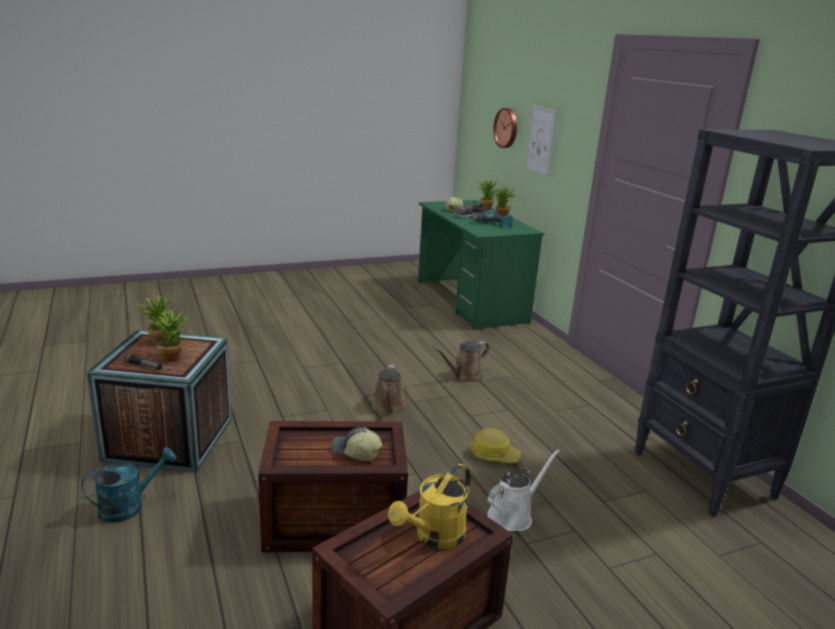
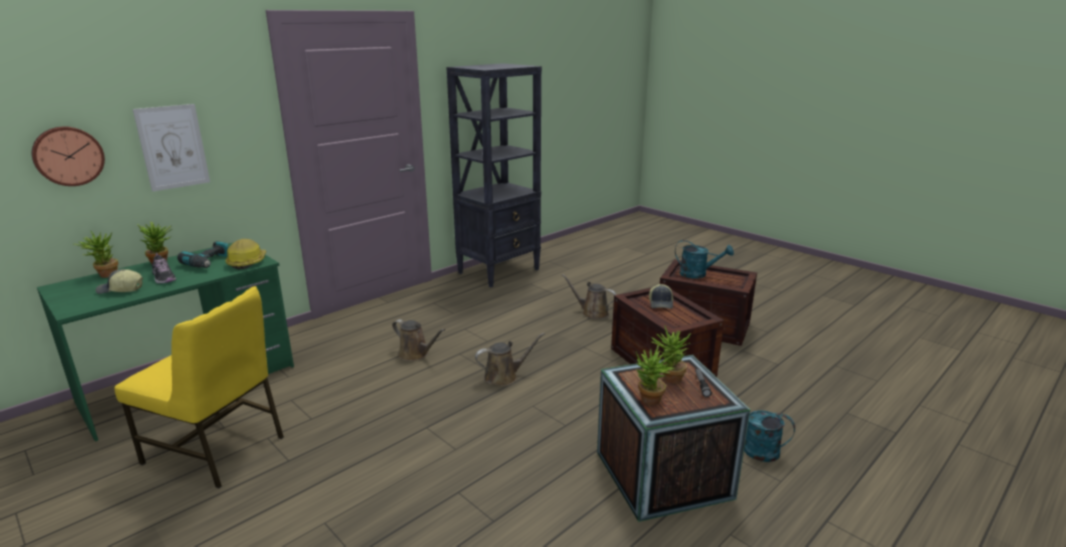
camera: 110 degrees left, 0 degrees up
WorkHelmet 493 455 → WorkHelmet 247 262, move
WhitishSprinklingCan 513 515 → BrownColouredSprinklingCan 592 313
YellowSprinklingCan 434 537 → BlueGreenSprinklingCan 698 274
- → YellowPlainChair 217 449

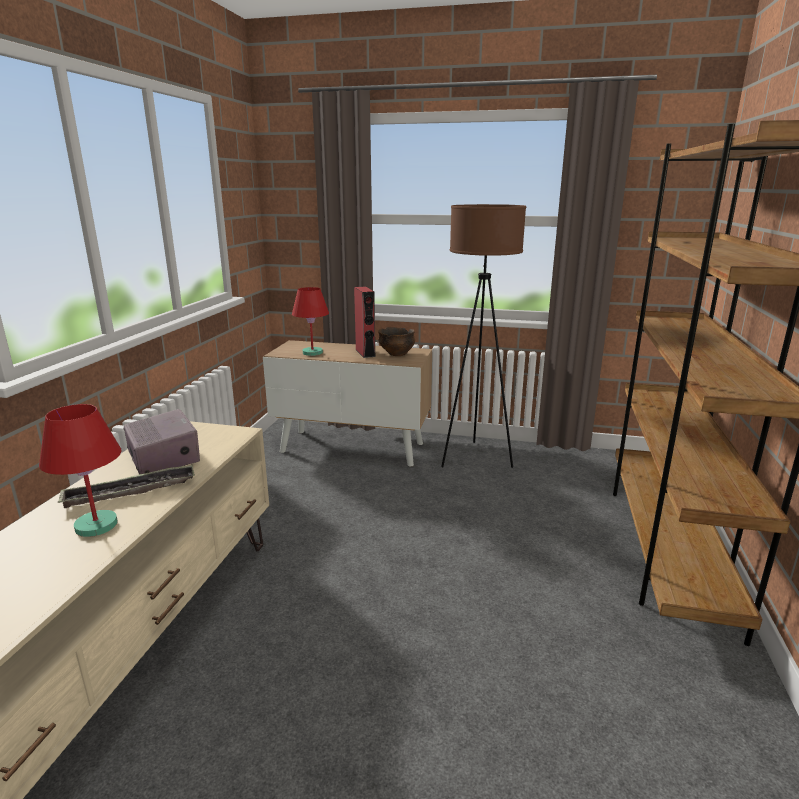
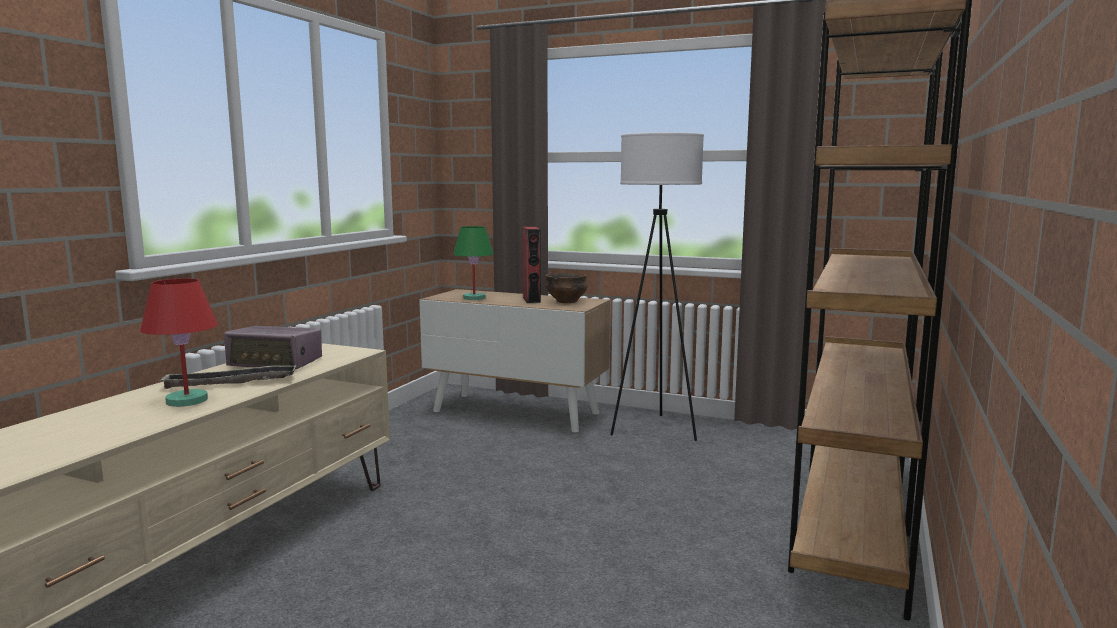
camera: 10 degrees right, 10 degrees down
BrownColouredStandardLamp 475 458 → WhitishStandardLamp 654 430
ReddishTabletopLamp 313 352 → GreenishTabletopLamp 474 298
RadioSet 164 457 → RadioSet 276 364, 120 degrees clockwise

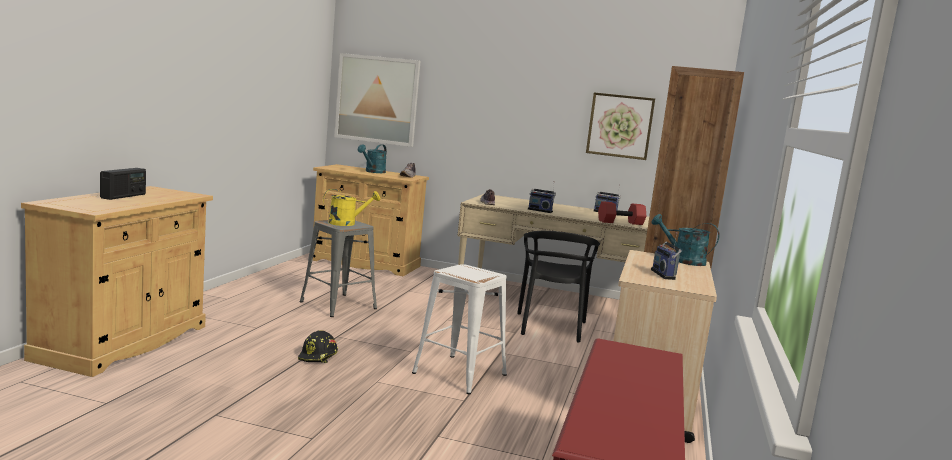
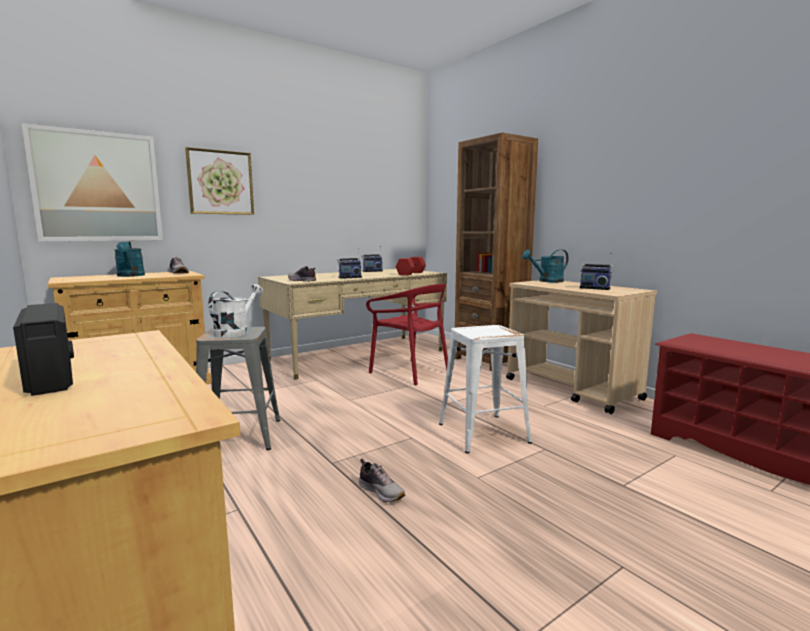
camera: 50 degrees left, 0 degrees up
Picture 620 126 → Picture 220 182, move
YellowSprinklingCan 347 223 → WhitishSprinklingCan 235 332
BlackishPlainChair 550 327 → ReddishPlainChair 410 372
BlackishWorkHelmet 318 356 → Shoe 381 492

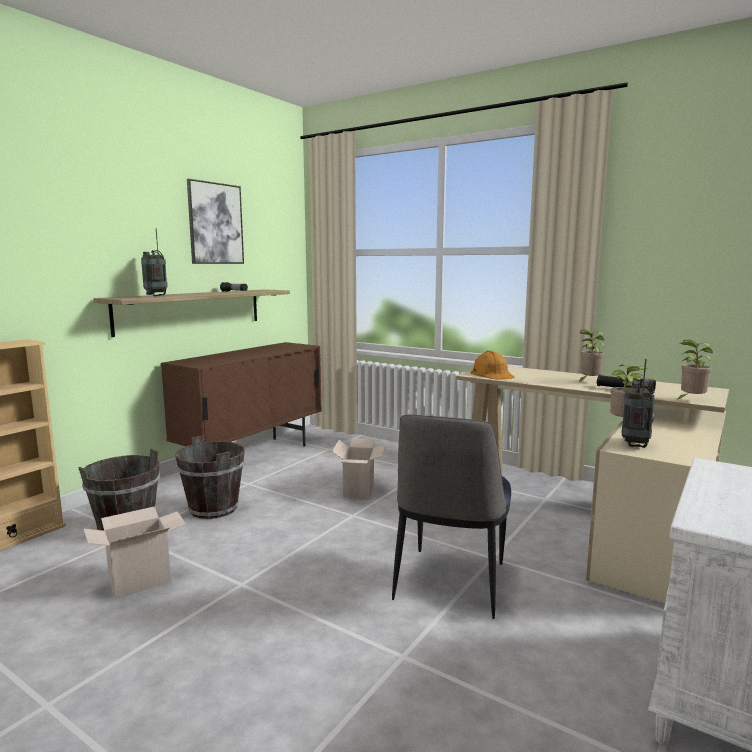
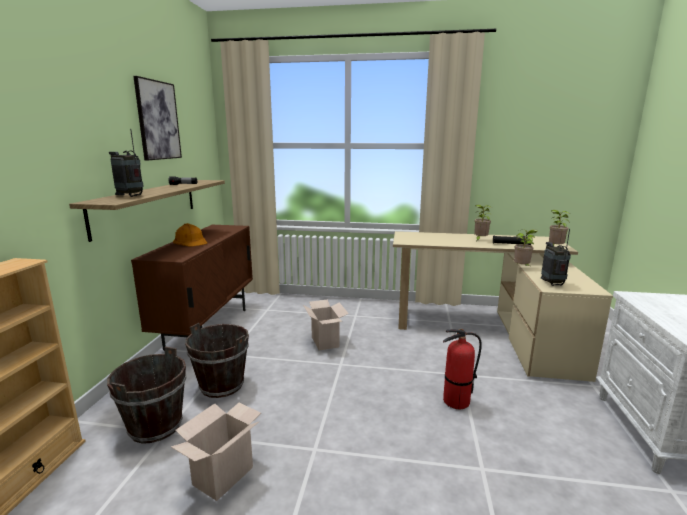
camera: 25 degrees left, 5 degrees up
OrangeyWorkHelmet 492 374 → OrangeyWorkHelmet 191 241, move
PlainChair 450 583 → FireFightingCylinder 456 402

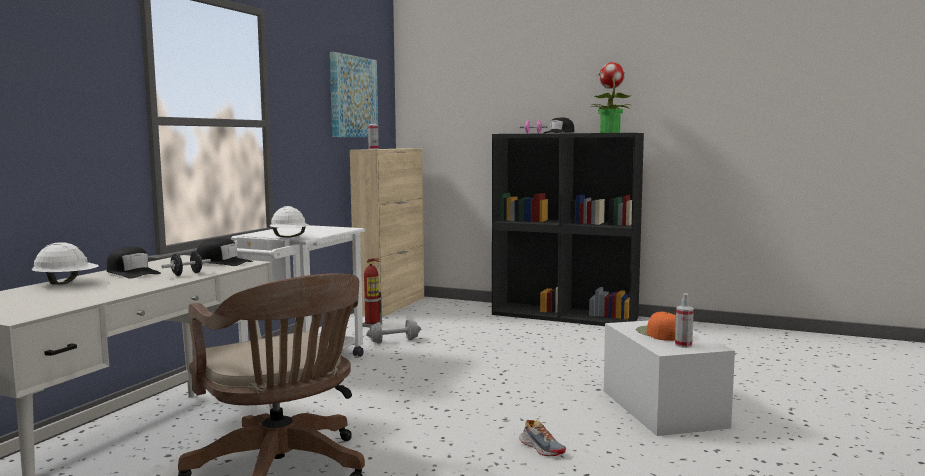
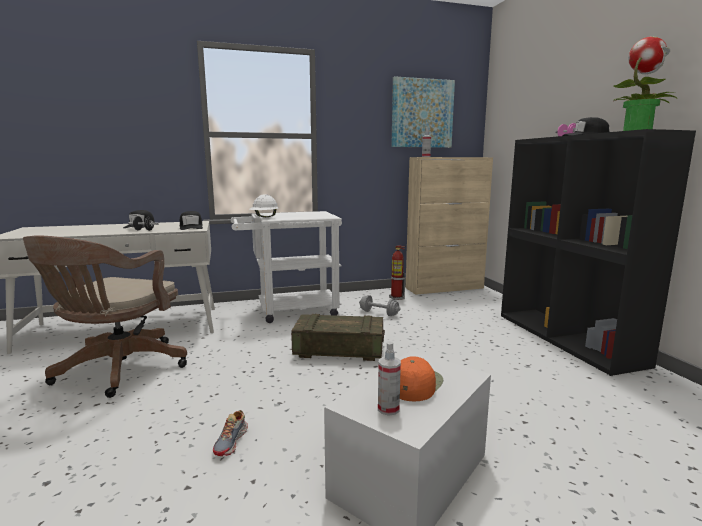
camera: 50 degrees right, 5 degrees up
WhitishWorkHelmet 67 283 → -
- → Crate 339 350

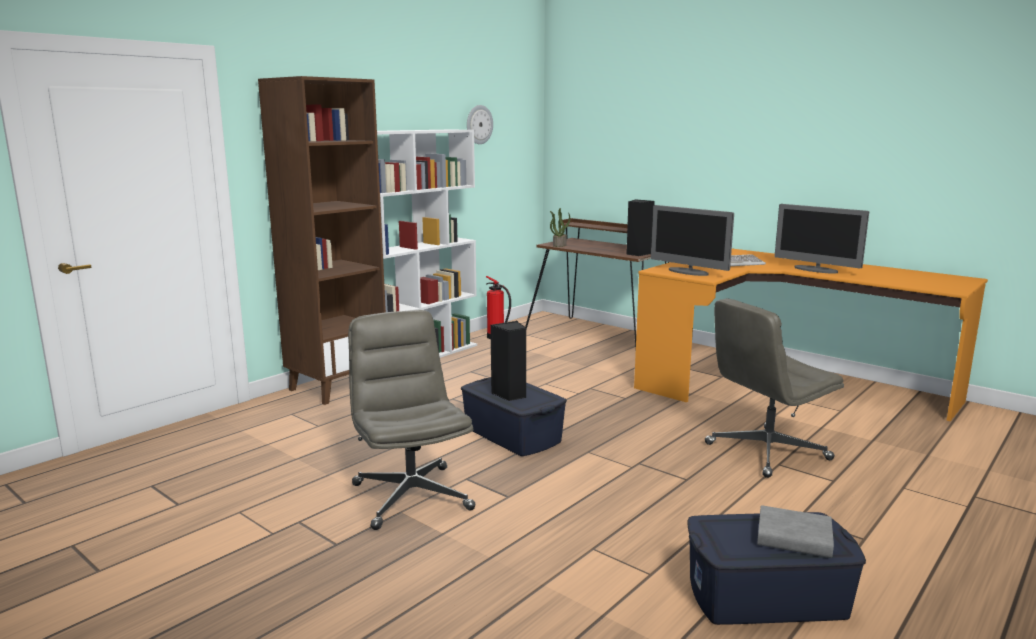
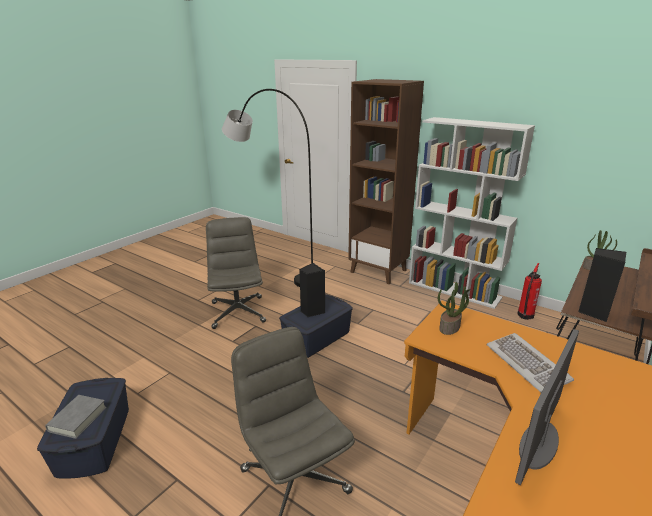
camera: 85 degrees right, 10 degrees up
HangingClock 479 124 → -
ComputerDisplay 688 272 → PottedPlant 450 328
GrayOfficeChair 411 496 → GrayOfficeChair 238 312, 75 degrees counterclockwise
- → GrayStandardLamp 273 267

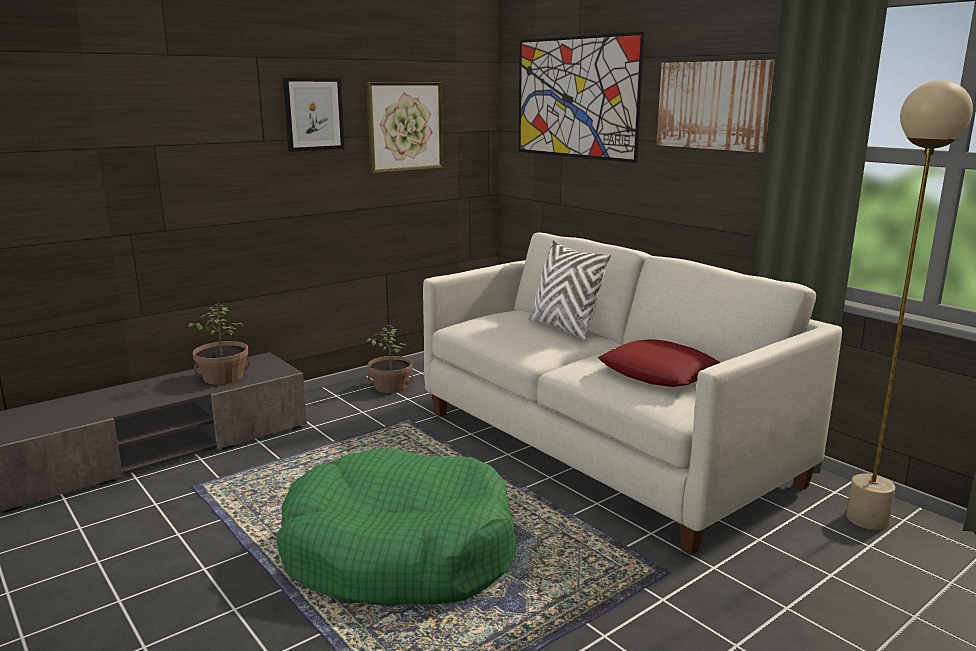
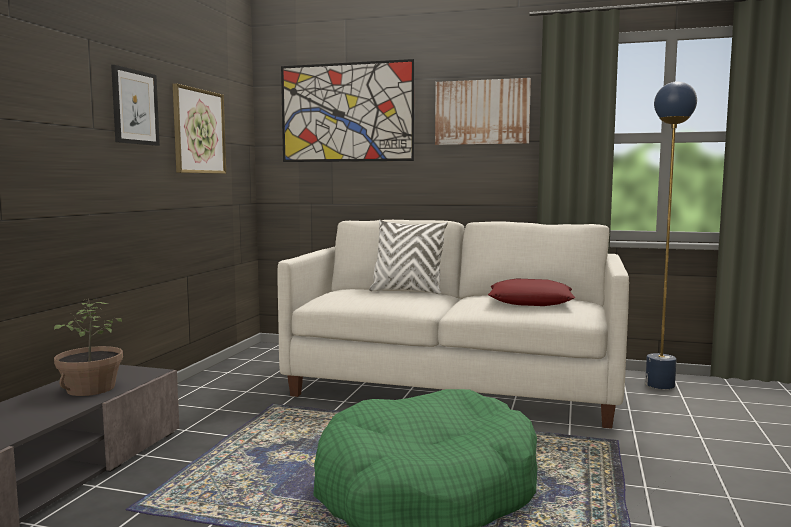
camera: 35 degrees left, 10 degrees down
SandColouredStandardLamp 867 519 → BlueColouredStandardLamp 660 385
PottedPlant 391 387 → -

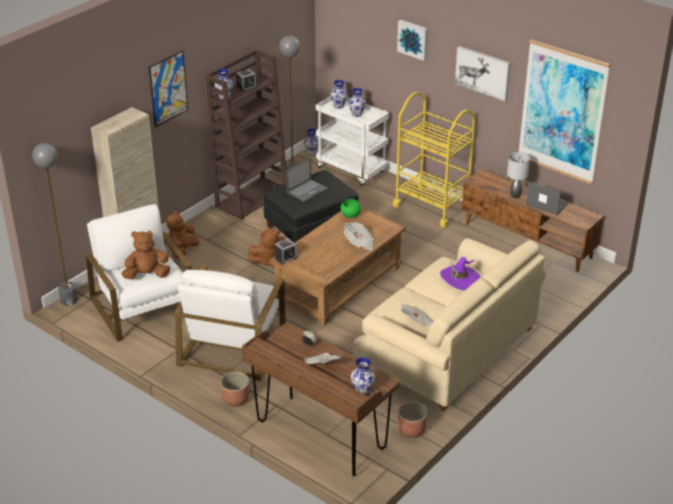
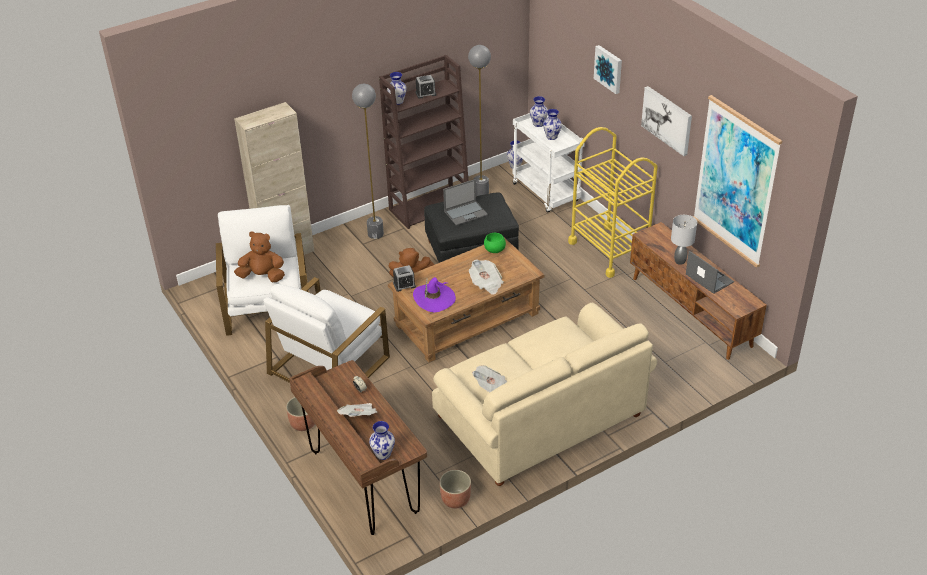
camera: 20 degrees right, 5 degrees up
Picture 168 89 → -
GrayStandardLamp 69 300 → GrayStandardLamp 375 234, move
BrownColouredSoftToy 183 251 → -
PurplishWearableHat 460 279 → PurplishWearableHat 434 298, move

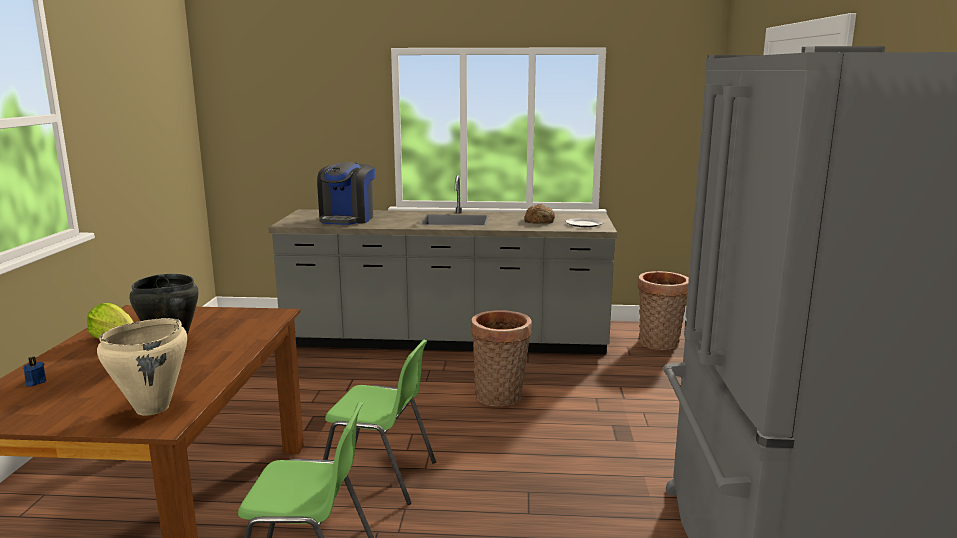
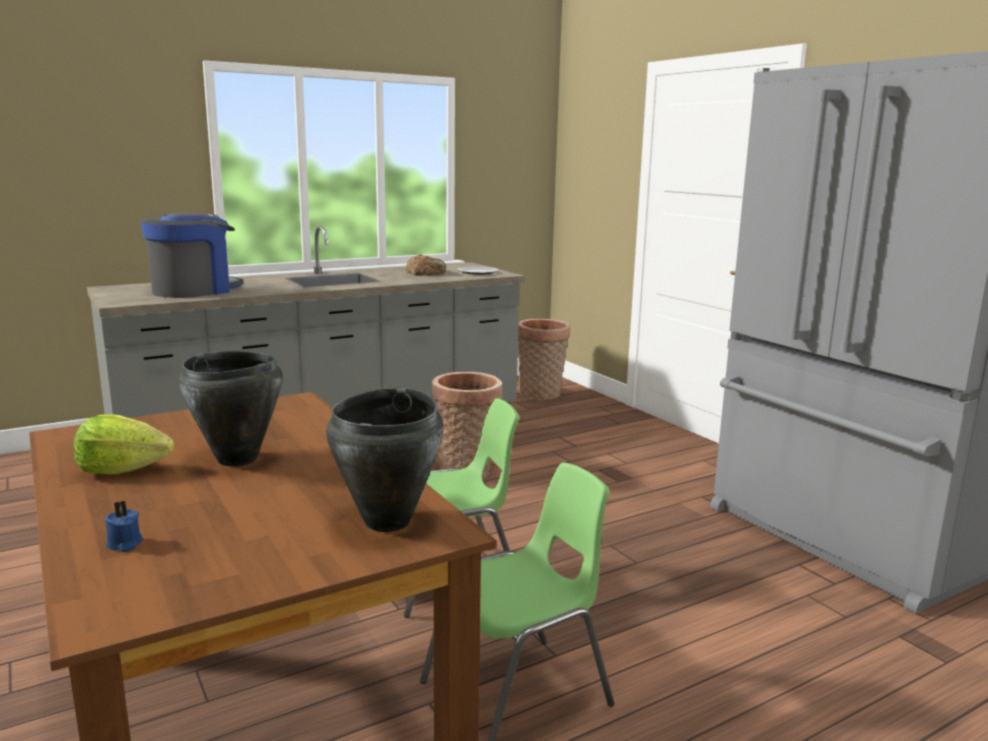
camera: 35 degrees left, 0 degrees up
CoffeeMachine 347 219 → CoffeeMachine 194 290, 120 degrees counterclockwise
SandColouredSaucepot 153 408 → BlackishSaucepot 388 521

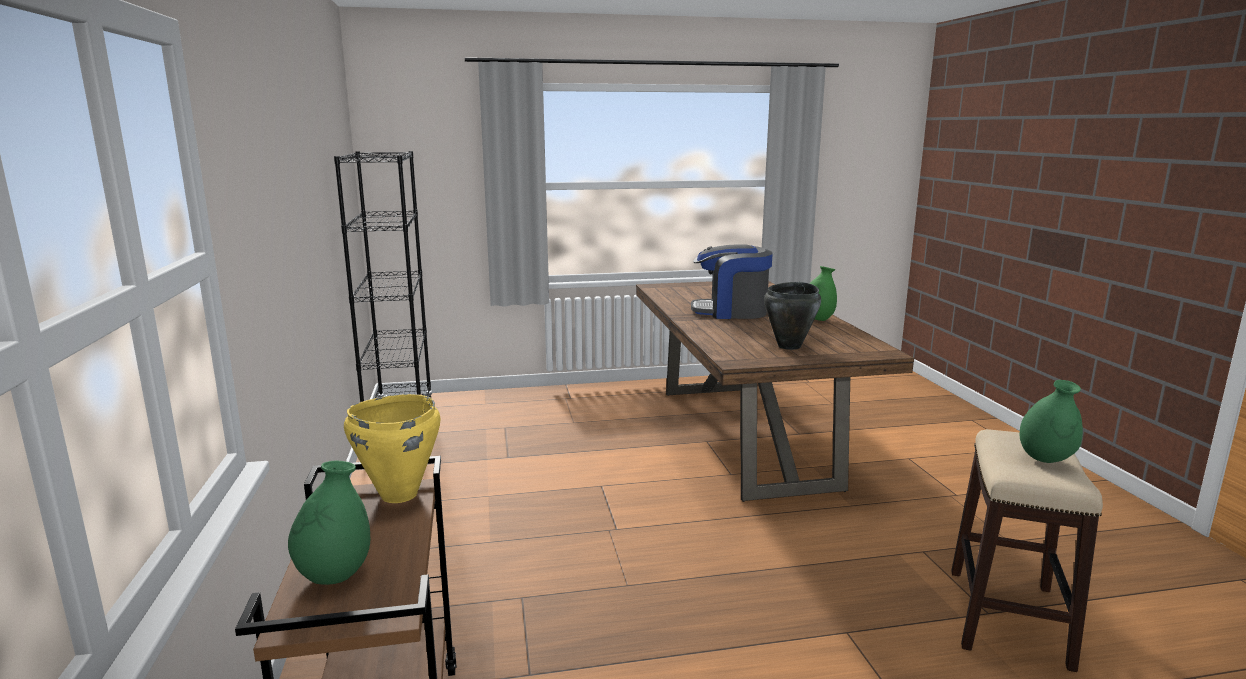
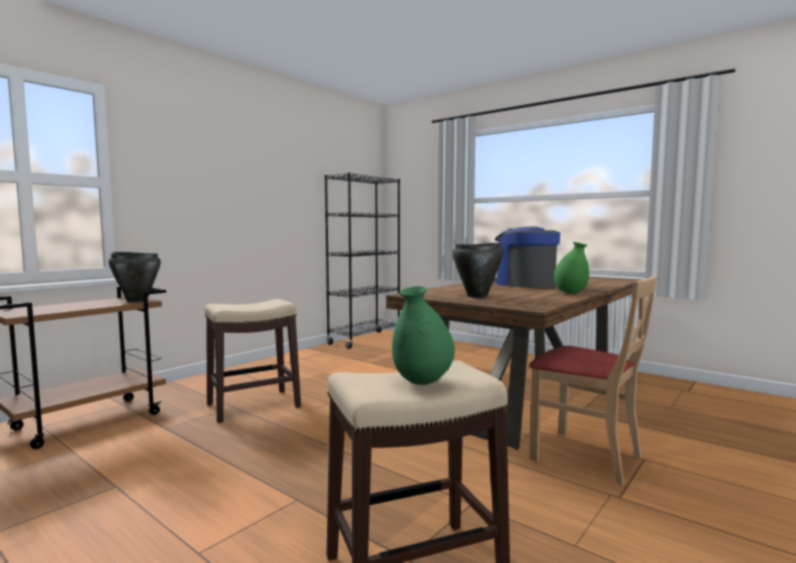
camera: 50 degrees right, 10 degrees down
YellowSaucepot 398 495 → BlackishSaucepot 137 300
GreenishDecorativeVase 335 575 → -
- → SandColouredPlainChair 586 456
- → StoolSeat 254 405

